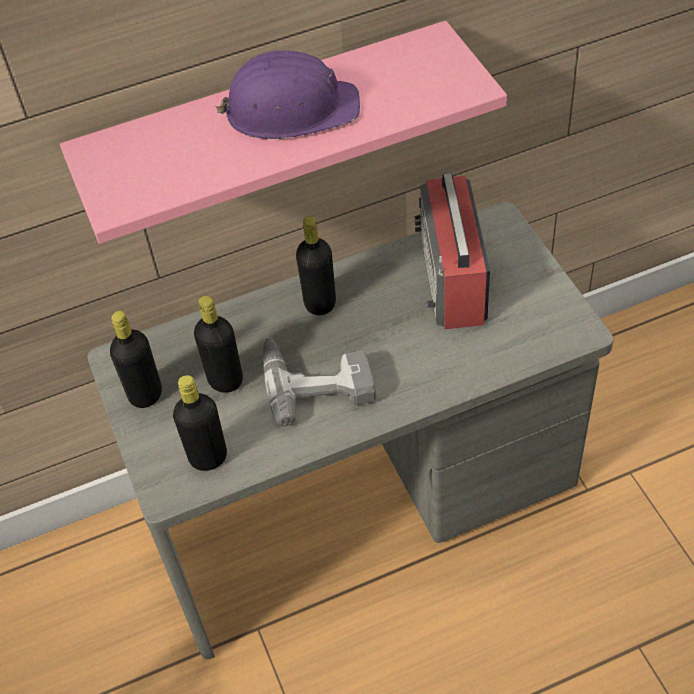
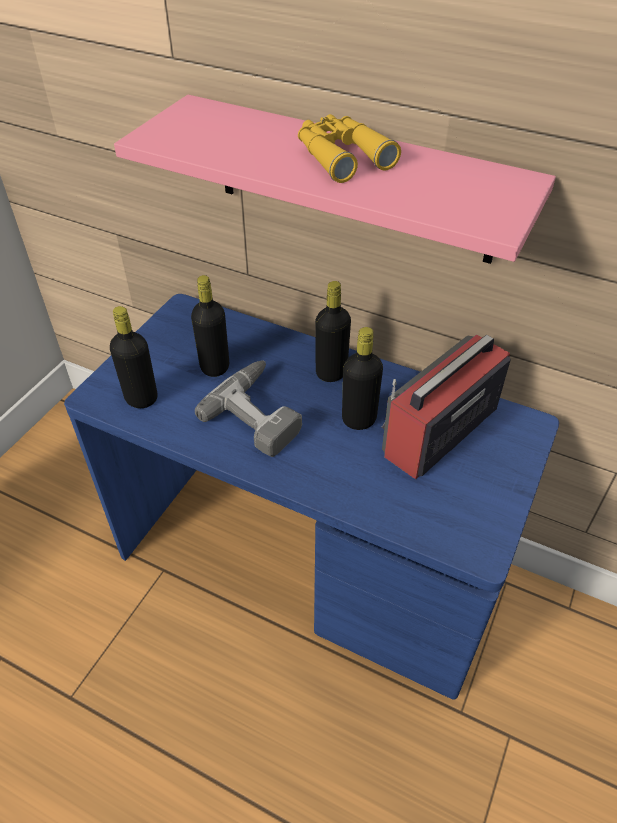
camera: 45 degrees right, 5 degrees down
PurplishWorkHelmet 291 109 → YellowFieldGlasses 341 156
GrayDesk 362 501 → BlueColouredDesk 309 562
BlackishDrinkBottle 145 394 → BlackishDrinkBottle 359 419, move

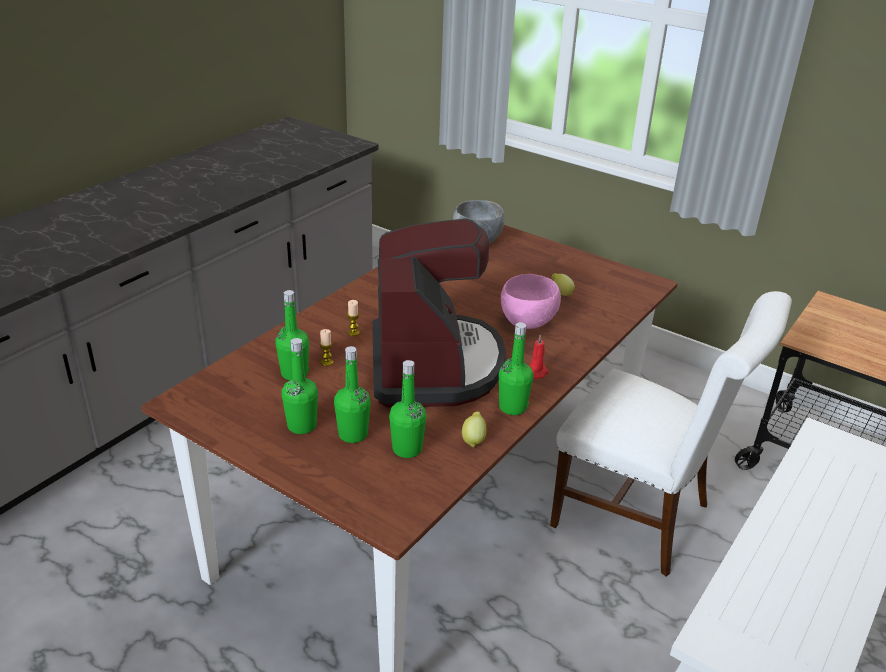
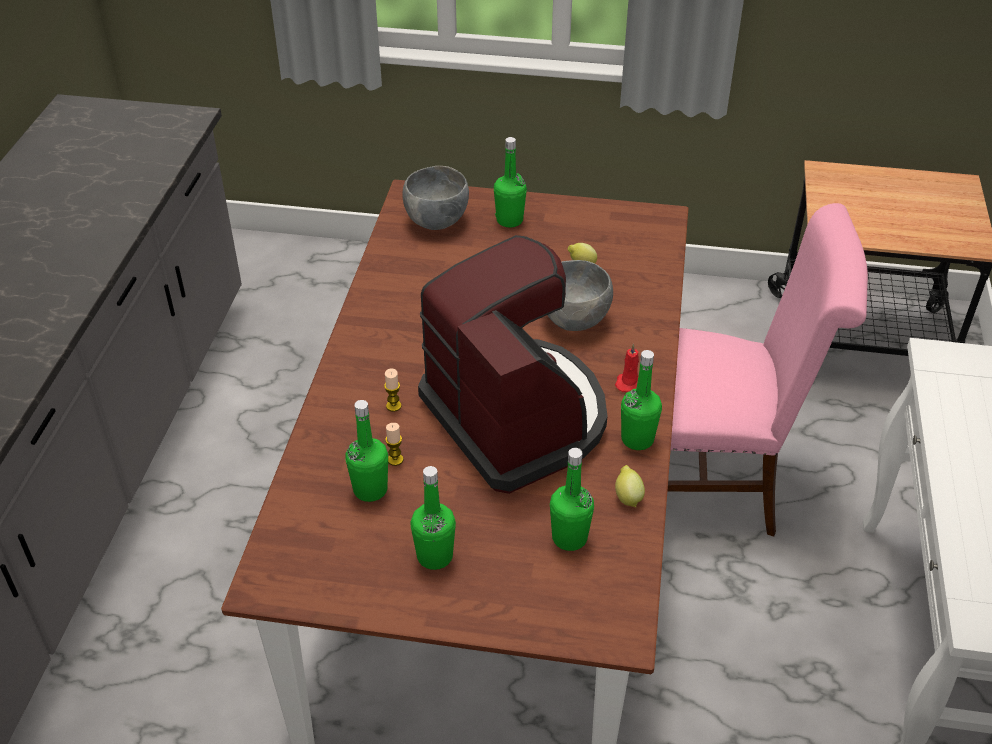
camera: 25 degrees left, 10 degrees up
PinkishDeepDish 528 323 → GrayDeepDish 575 319
WhitishPlainChair 641 517 → PinkishPlainChair 714 479
GreenishDrinkBottle 353 434 → GreenishDrinkBottle 509 220, move

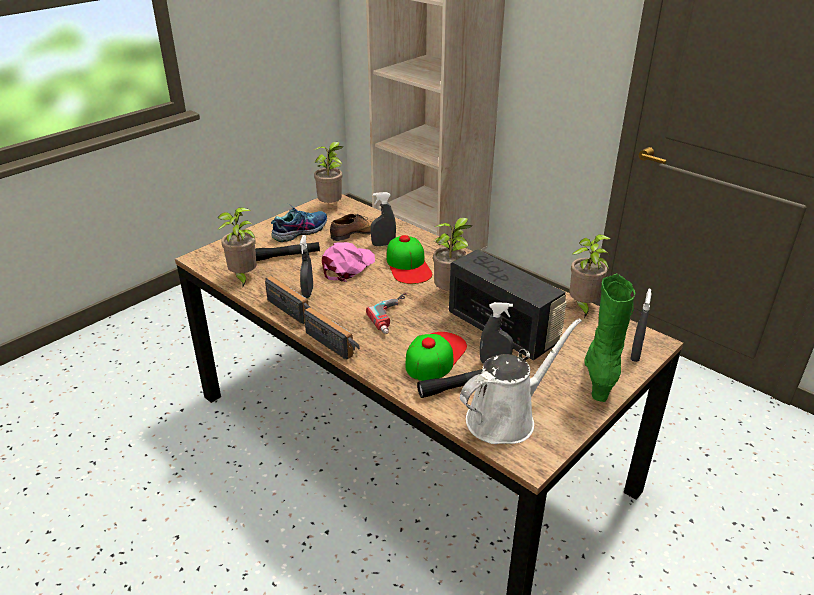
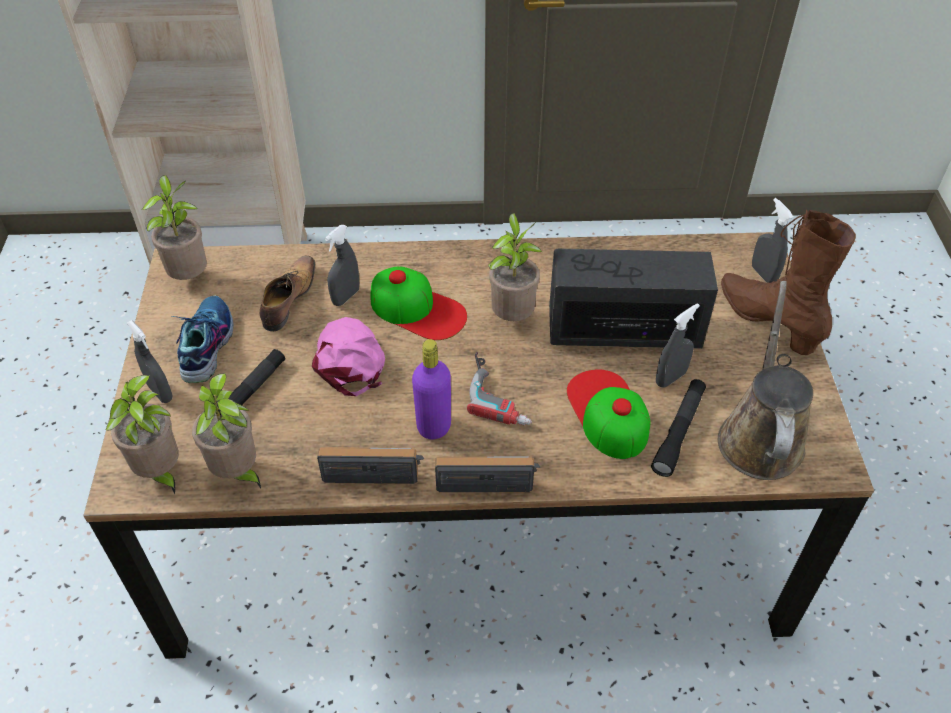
camera: 45 degrees left, 15 degrees up
PottedPlant 582 307 → PottedPlant 160 473, move
GraySprayer 307 293 → GraySprayer 160 392, move
GreenishBoot 600 375 → BrownColouredBoot 768 322
WhitishSprinklingCan 506 418 → BrownColouredSprinklingCan 760 435
- → PurplishDrinkBottle 434 426

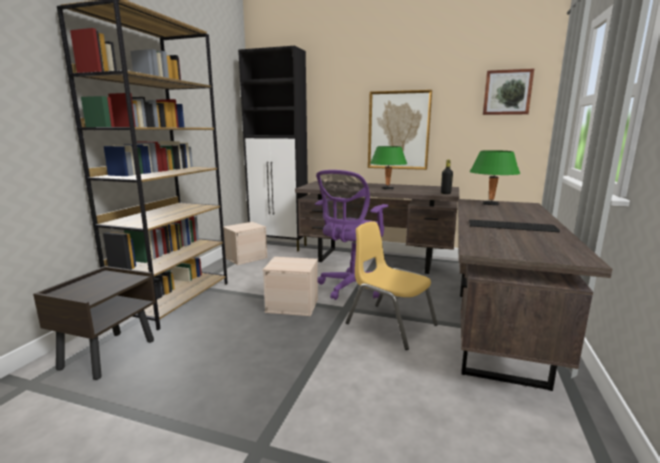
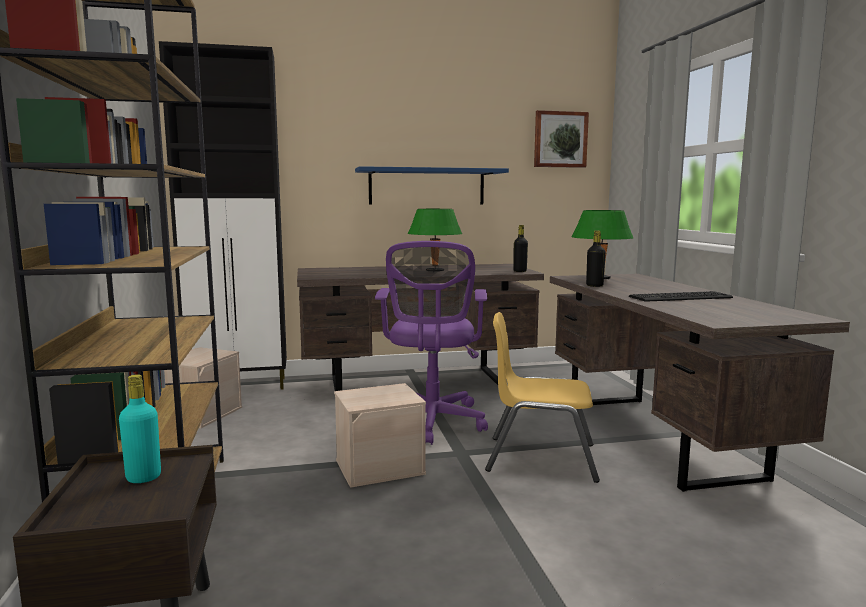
camera: 30 degrees left, 5 degrees down
Picture 398 130 → BlueColouredBracketShelf 427 187
- → BlackishDrinkBottle 594 286
- → BlueGreenDrinkBottle 143 477

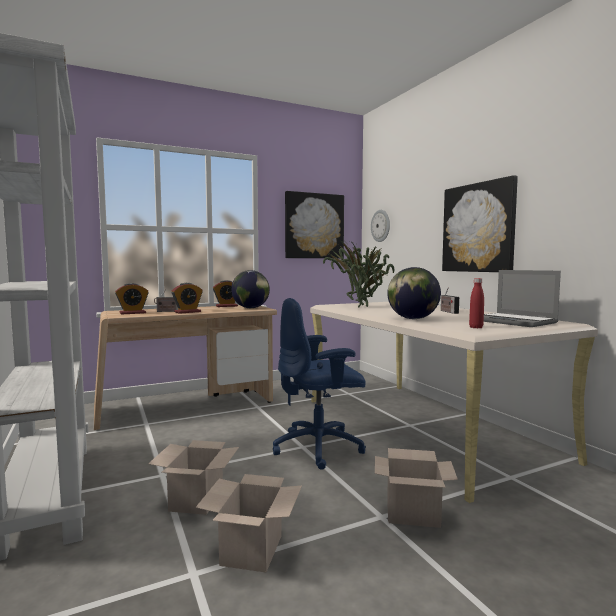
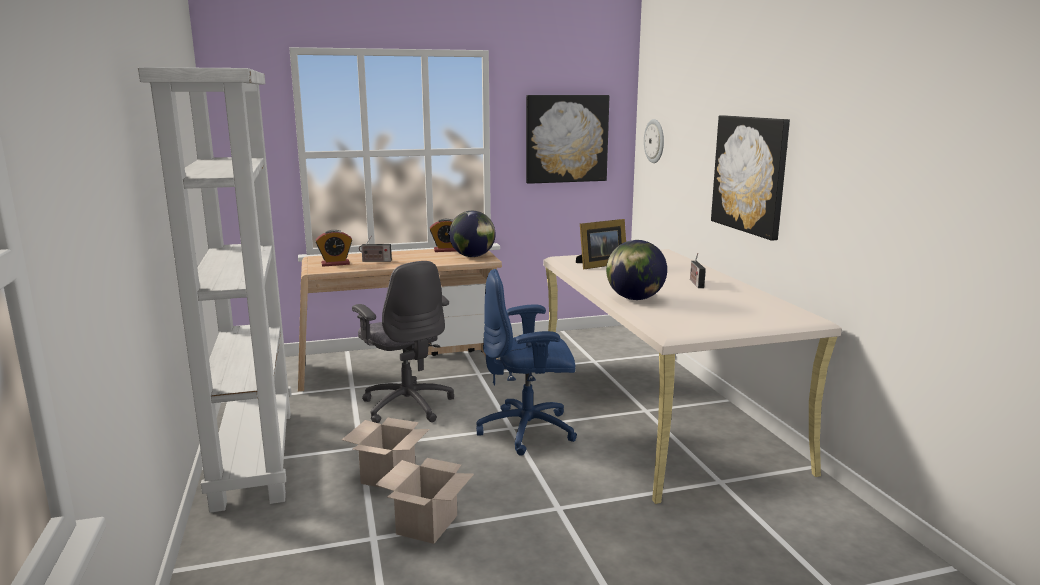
camera: 10 degrees right, 10 degrees up
PottedPlant 360 307 → PhotoFrame 600 265
Laptop 515 322 → -
ReddishDrinkBottle 476 327 → -
BedsideClock 187 312 → -
Carton 414 513 → -
- → GrayOfficeChair 407 405

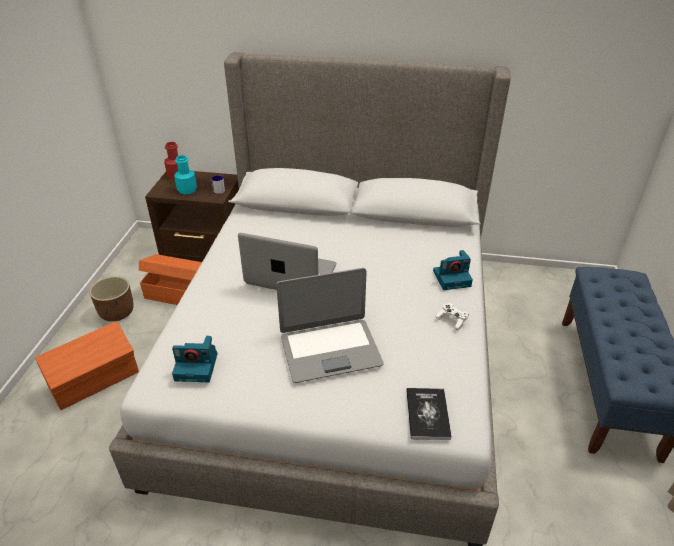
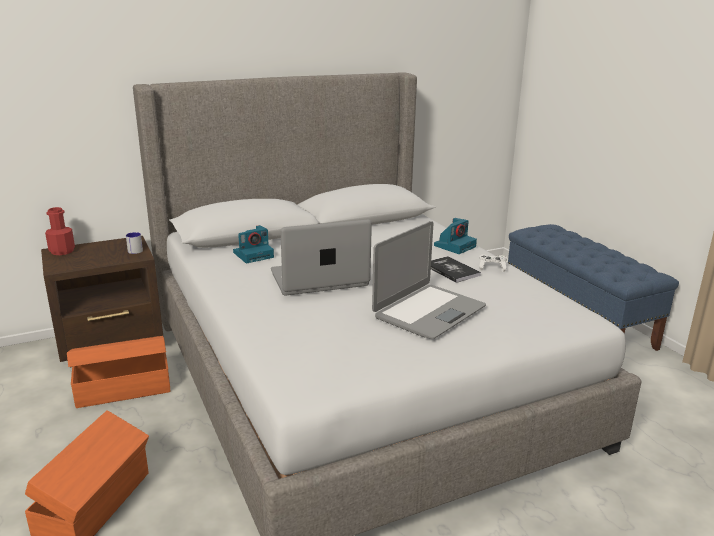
camera: 35 degrees left, 15 degrees down
BlueGreenDrinkBottle 187 190 → -
BrownColouredFlowerPot 117 312 → -
StillCamera 197 366 → StillCamera 254 254, move
Book 427 414 → Book 451 270, move

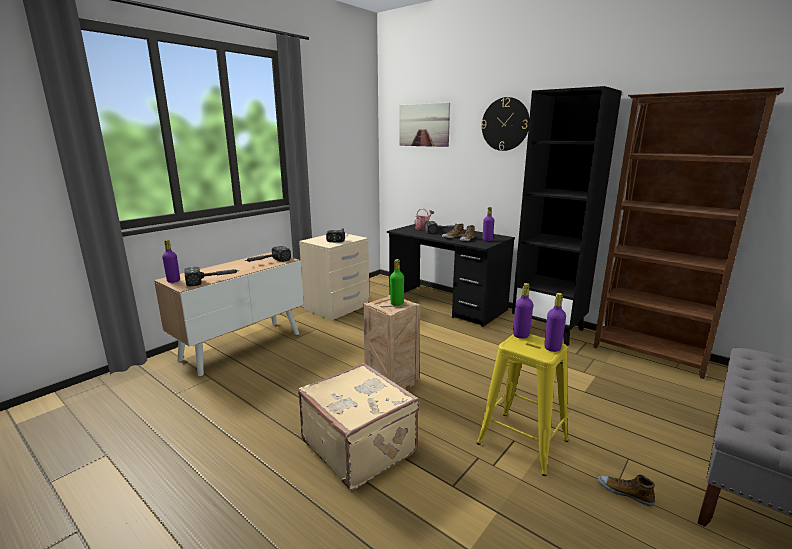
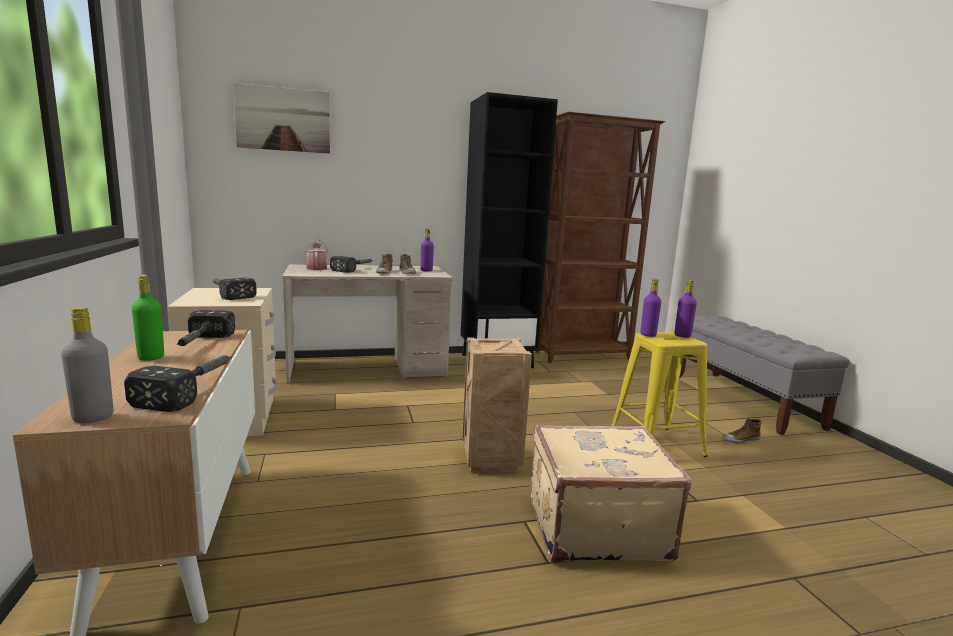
camera: 55 degrees left, 5 degrees down
HangingClock 505 124 → -
BlackishDesk 446 304 → SandColouredDesk 368 369
PurplishDrinkBottle 173 281 → GrayDrinkBottle 93 417
GreenishDrinkBottle 397 303 → GreenishDrinkBottle 151 357, move

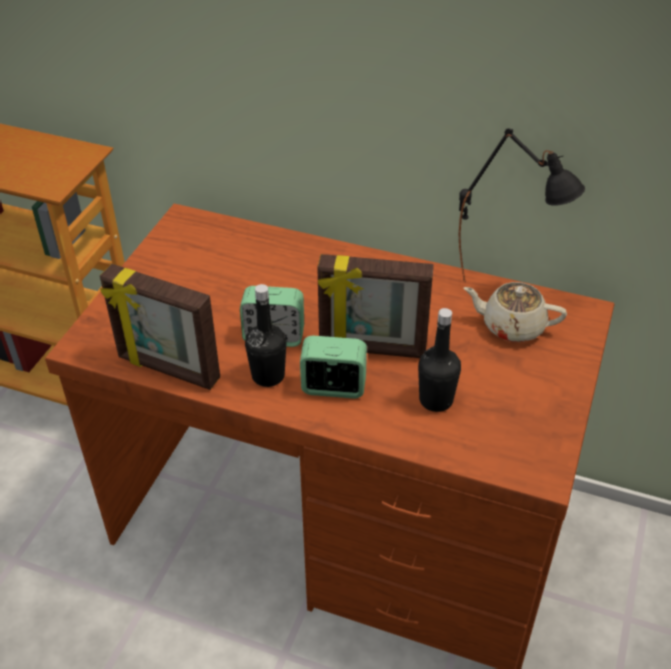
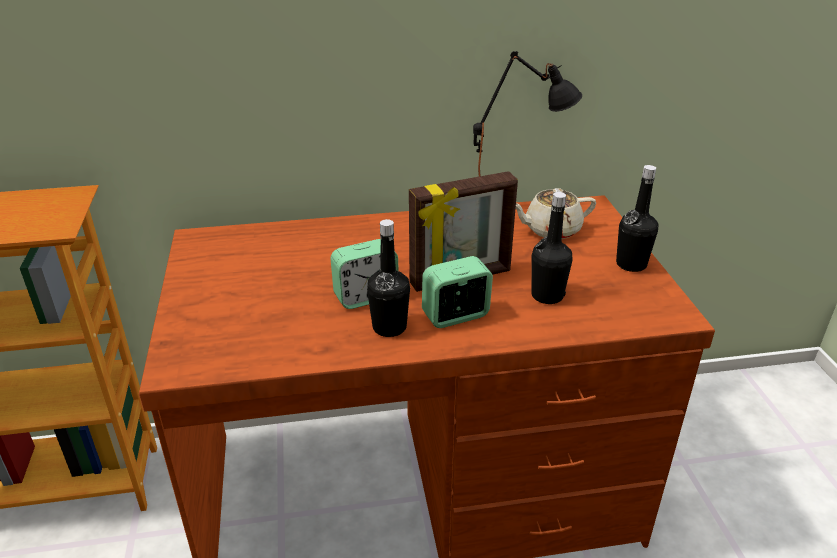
camera: 30 degrees left, 10 degrees down
PhotoFrame 168 369 → -
- → BlackishDrinkBottle 631 264

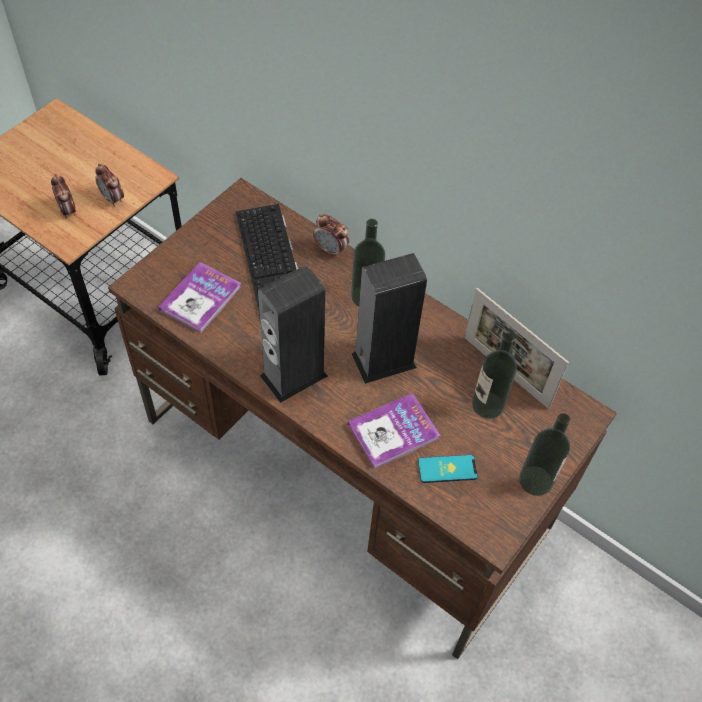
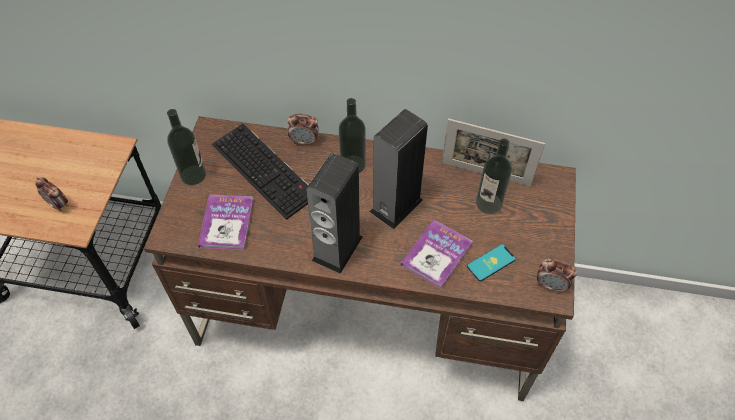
camera: 25 degrees left, 0 degrees up
BedsideClock 113 199 → BedsideClock 551 285, move
DrinkBottle 535 480 → DrinkBottle 193 175, move

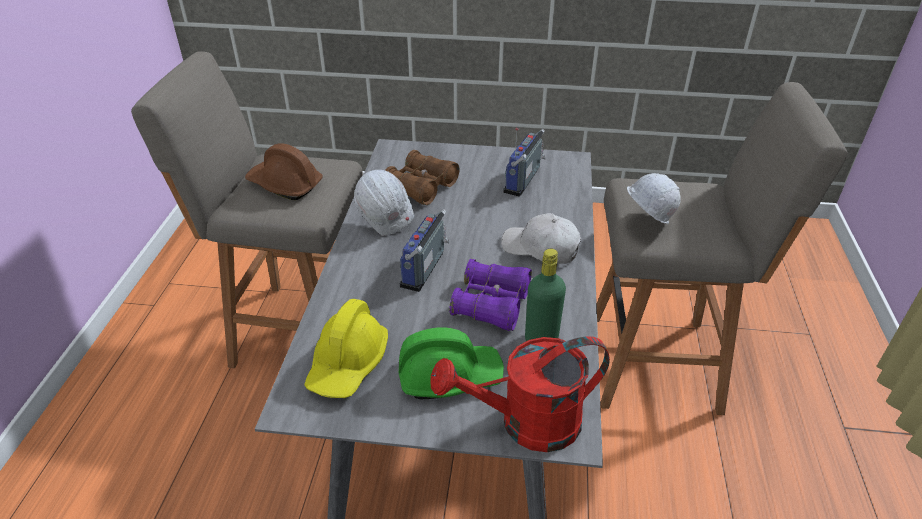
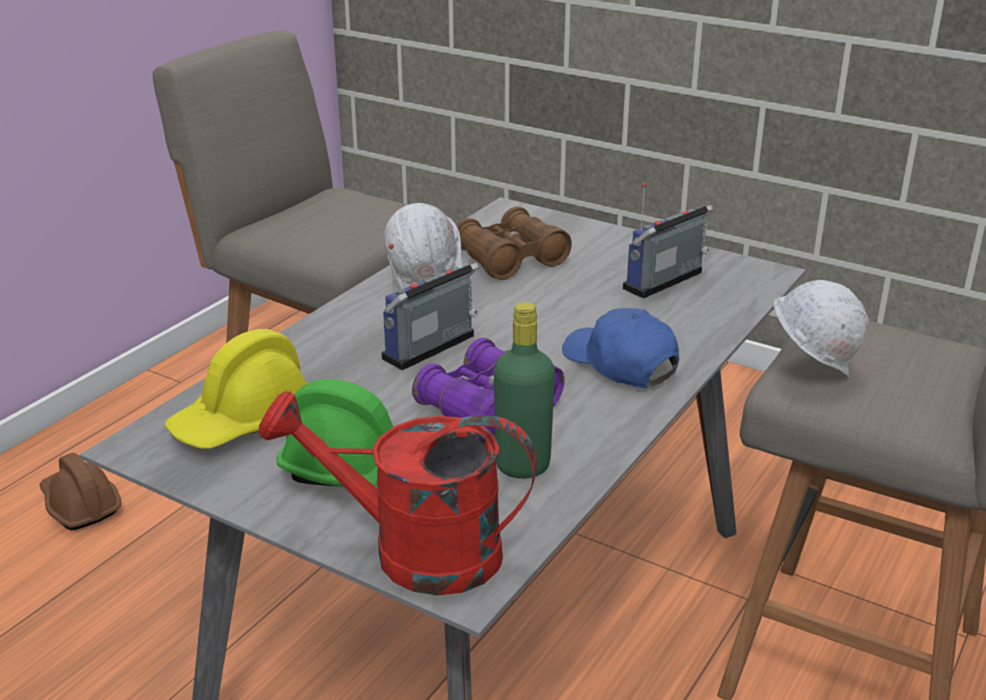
camera: 25 degrees right, 10 degrees down
BrownColouredWorkHelmet 285 185 → BrownColouredWorkHelmet 80 505, move
WhitishPeakedCap 541 248 → BlueColouredPeakedCap 620 363

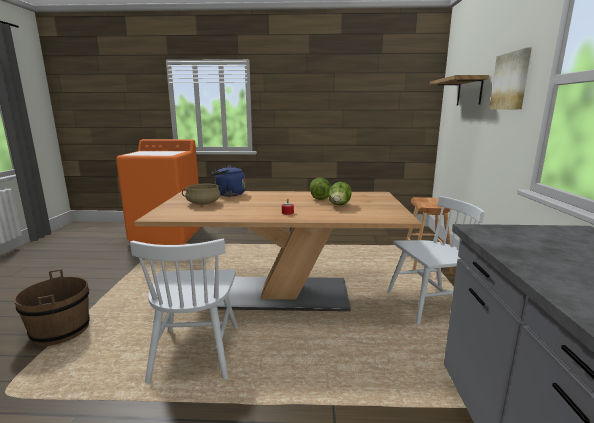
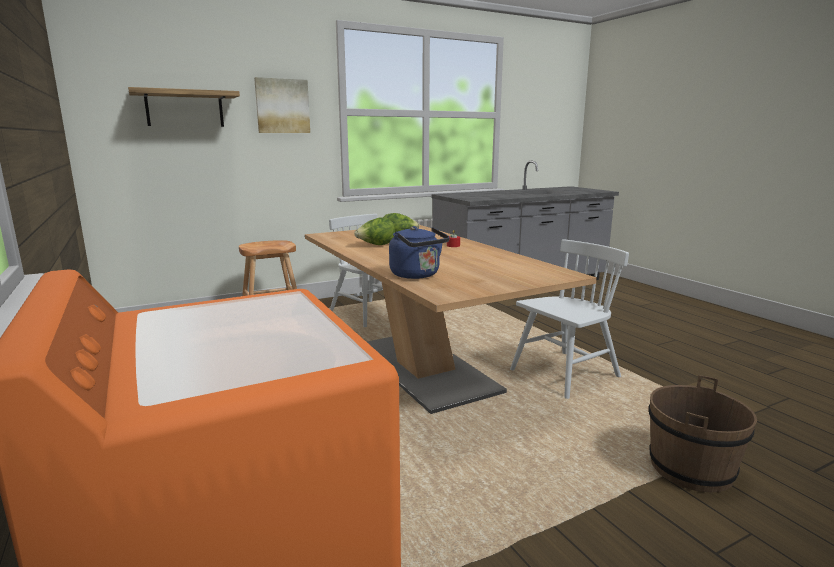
camera: 120 degrees left, 0 degrees up
SandColouredSaucepot 203 203 → -

